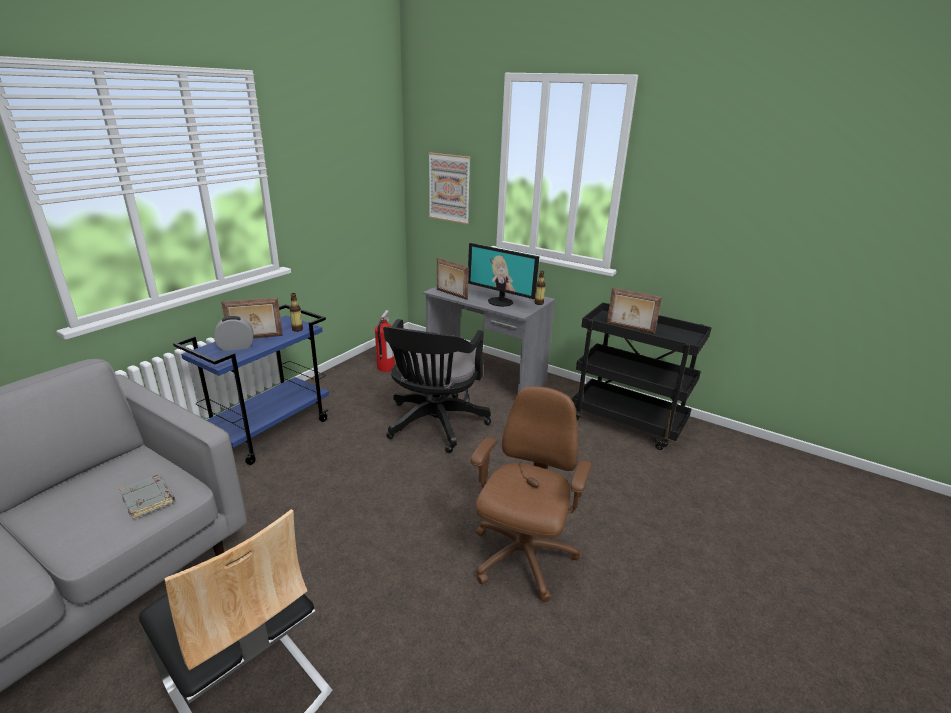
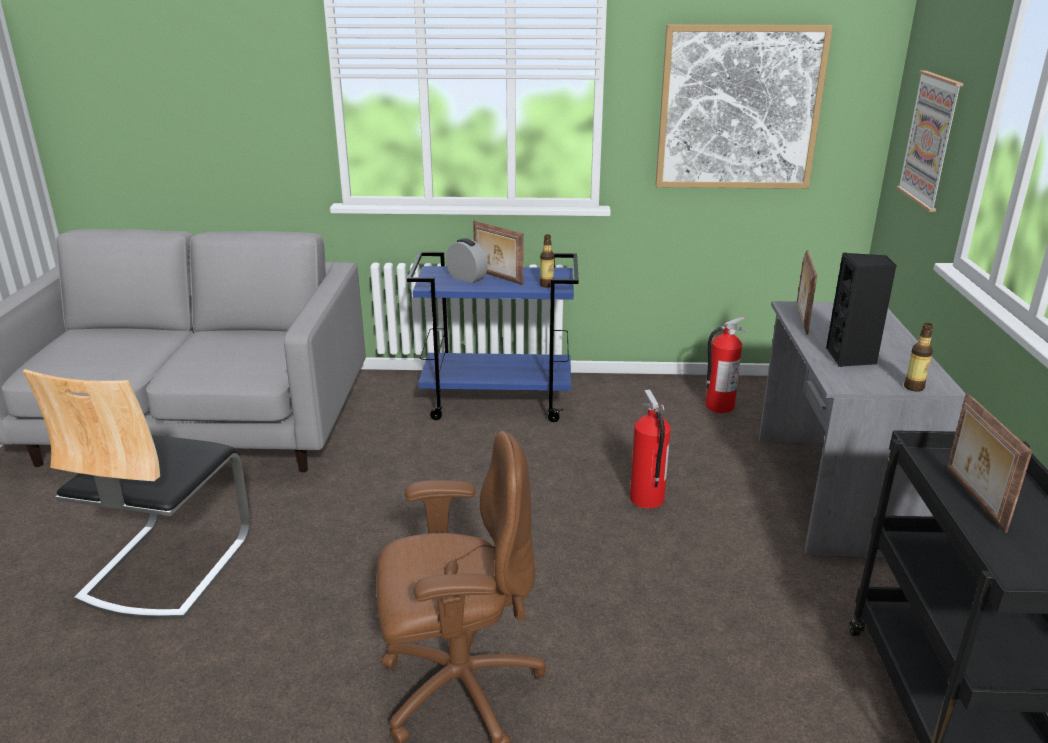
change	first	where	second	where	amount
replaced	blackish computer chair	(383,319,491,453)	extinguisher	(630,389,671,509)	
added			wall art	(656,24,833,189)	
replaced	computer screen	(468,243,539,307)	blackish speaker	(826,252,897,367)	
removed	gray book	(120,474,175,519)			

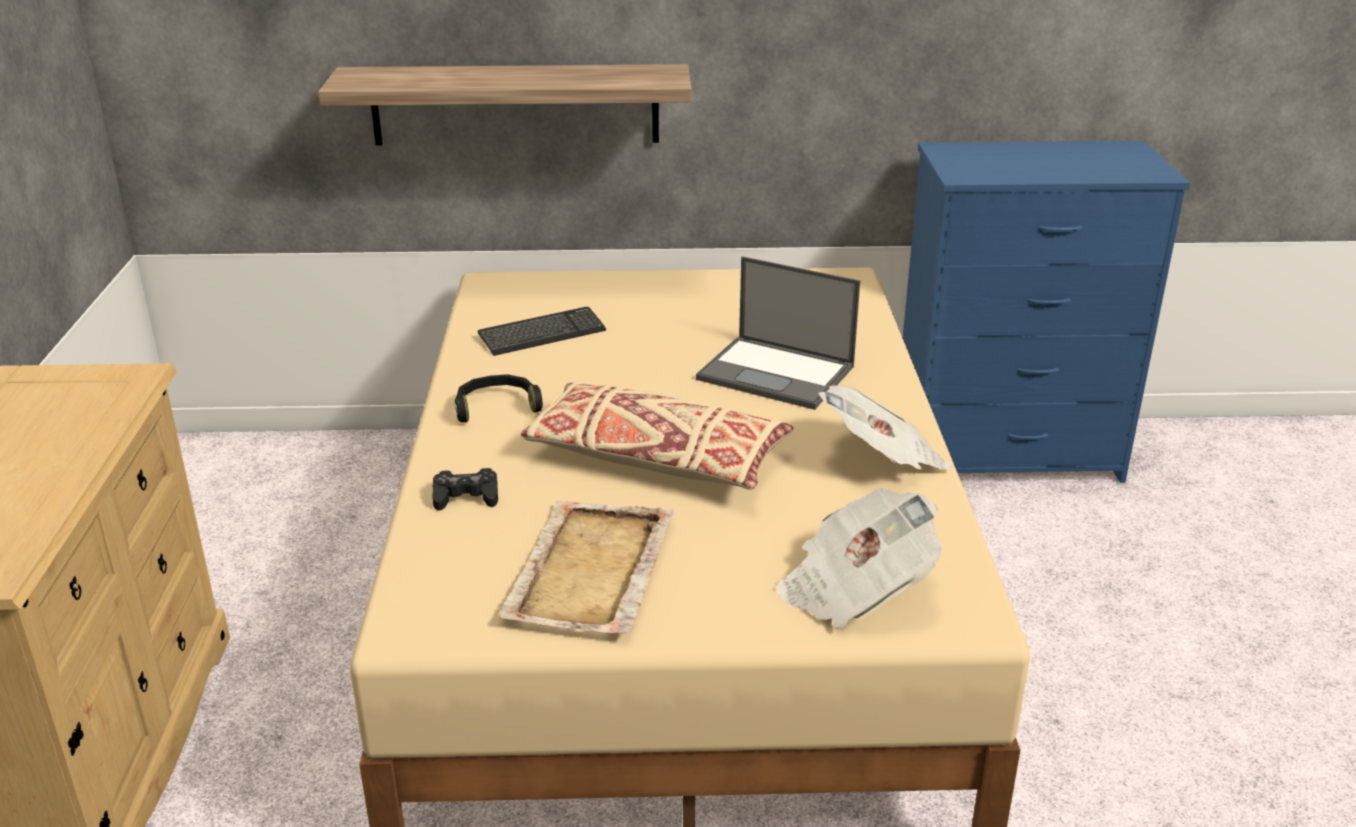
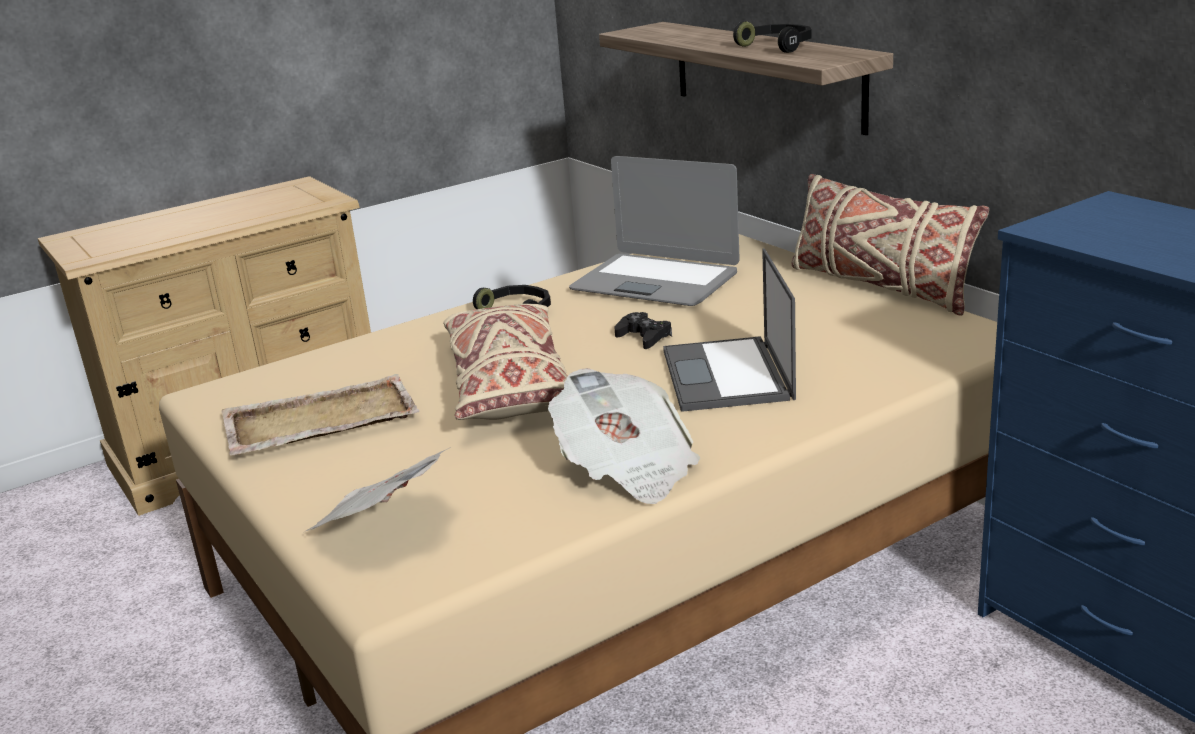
change	first	where	second	where	amount
replaced	PC keyboard	(478,307,606,356)	notebook computer	(569,156,740,306)	
moved	blackish gamepad	(432,468,498,510)		(614,312,672,349)	
added			blackish pair of headphones	(733,21,812,53)	
added			beige cushion	(792,174,989,316)	

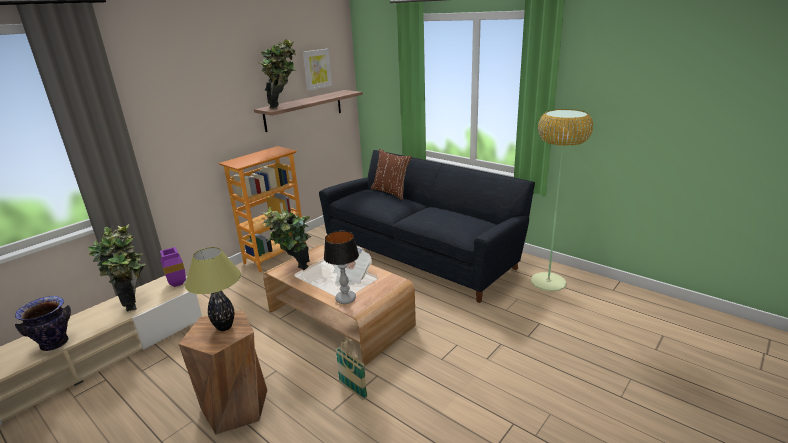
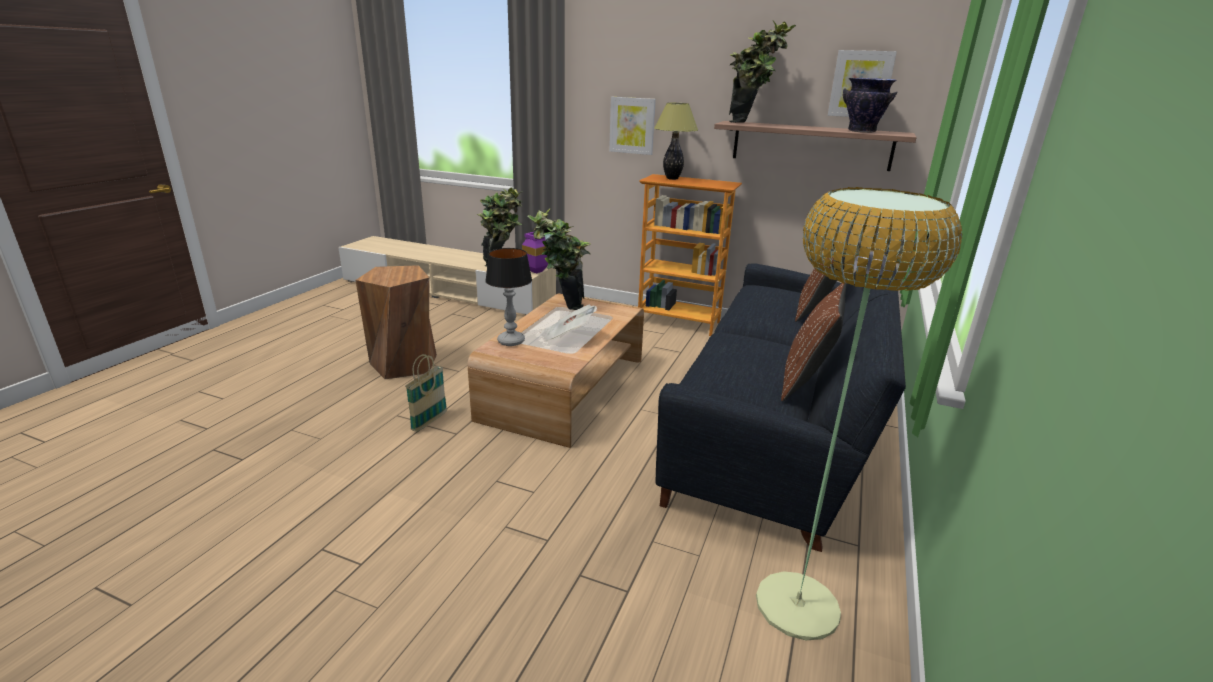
change	first	where	second	where	amount
added			wall art	(609,97,656,155)	
moved	table lamp	(185,247,241,331)		(654,103,698,180)	
added			brown cushion	(781,282,846,401)	
moved	decorative vase	(15,296,71,351)		(843,78,898,133)	

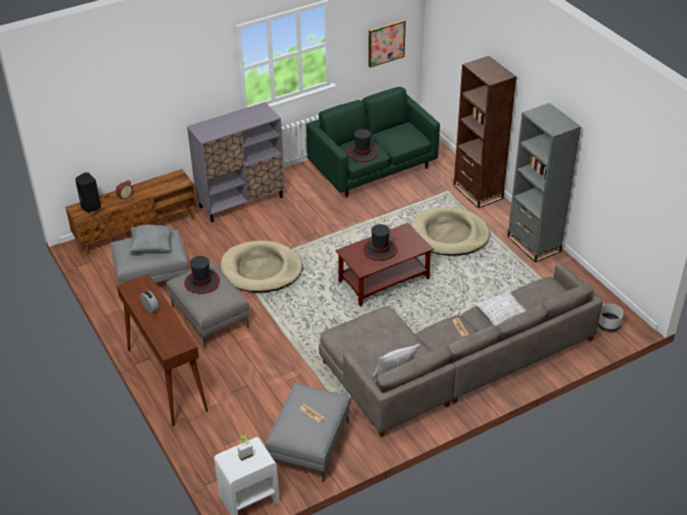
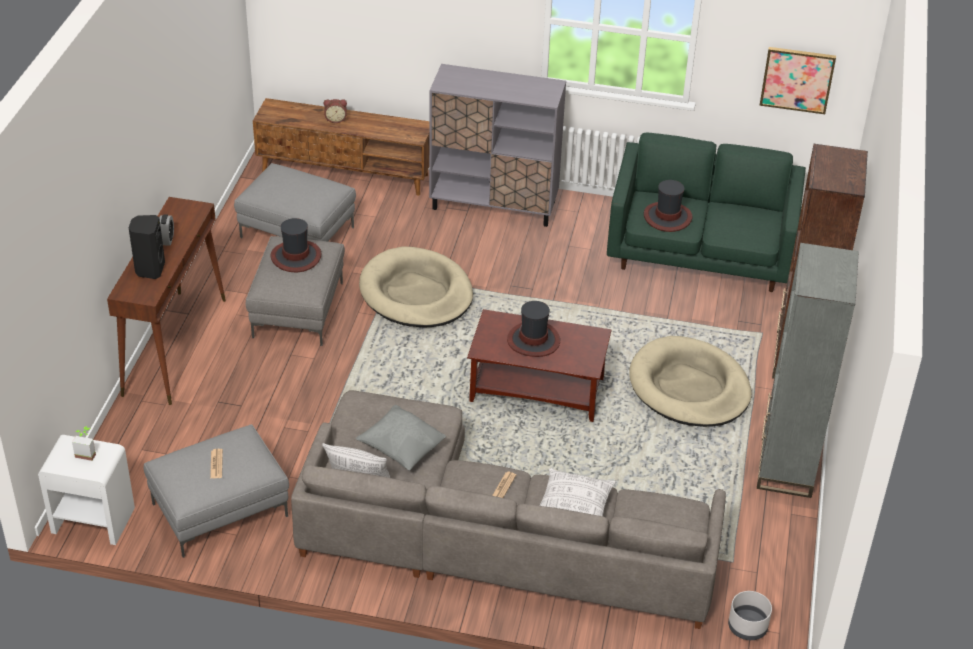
change	first	where	second	where	amount
moved	blackish speaker	(75,172,101,212)		(129,215,165,279)	
moved	gray cushion	(128,224,171,252)		(356,405,446,470)	

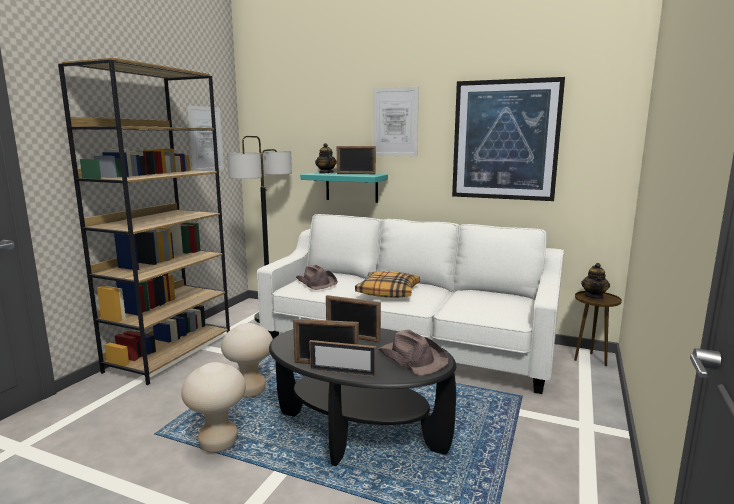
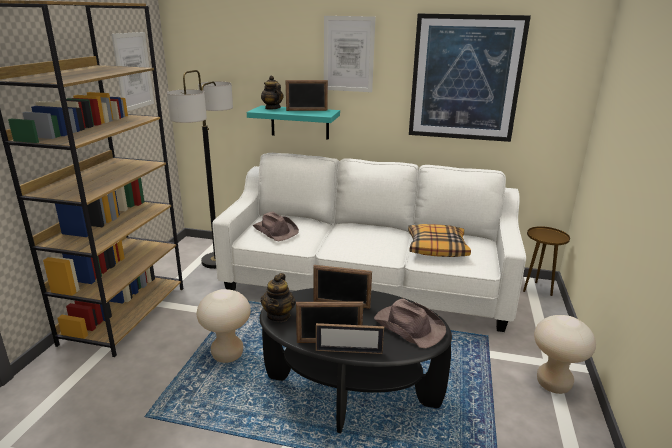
change	first	where	second	where	amount
moved	pot for tea	(581,263,610,299)		(261,273,296,322)	
moved	cushion	(355,271,420,298)		(408,224,471,257)	
moved	beige stool	(181,362,246,453)		(534,315,596,394)	

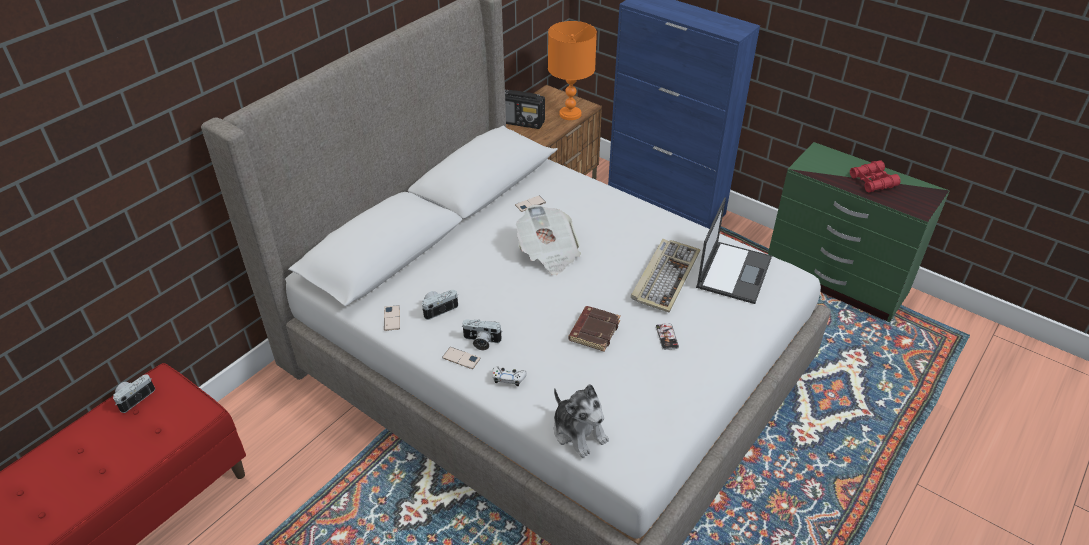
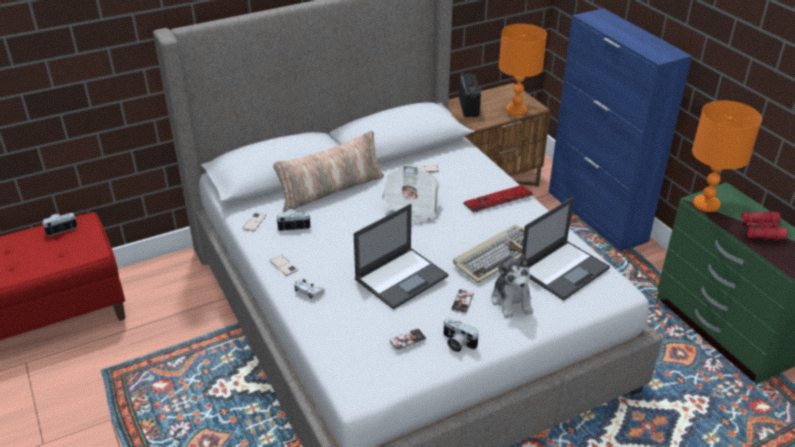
change	first	where	second	where	amount
added			cushion	(273,131,384,212)	
replaced	brown book	(569,306,621,352)	notebook computer	(354,204,448,310)	
added			phone	(389,329,426,351)	
moved	still camera	(463,319,502,350)		(443,317,479,352)	
turned	radio set	(505,89,545,129)		(459,73,481,117)	135 degrees counterclockwise
added			PC keyboard	(463,185,533,212)	
moved	plush toy	(554,384,609,458)		(491,254,533,318)	
added			orange-coloured table lamp	(692,101,762,212)	

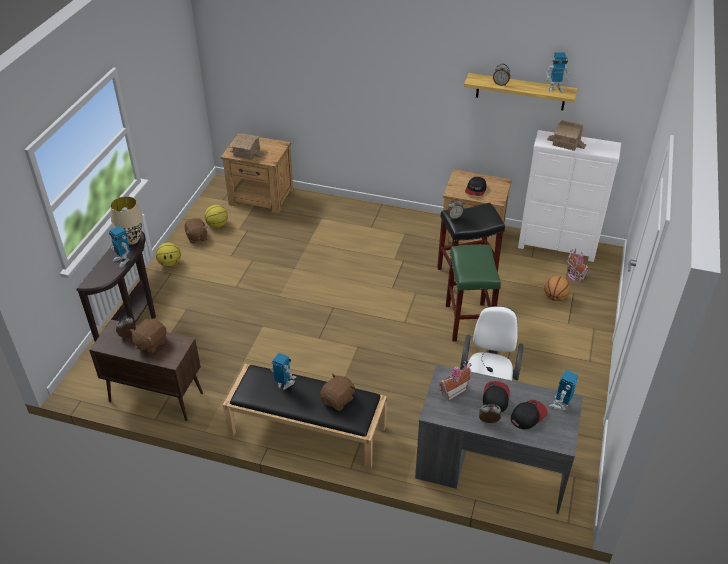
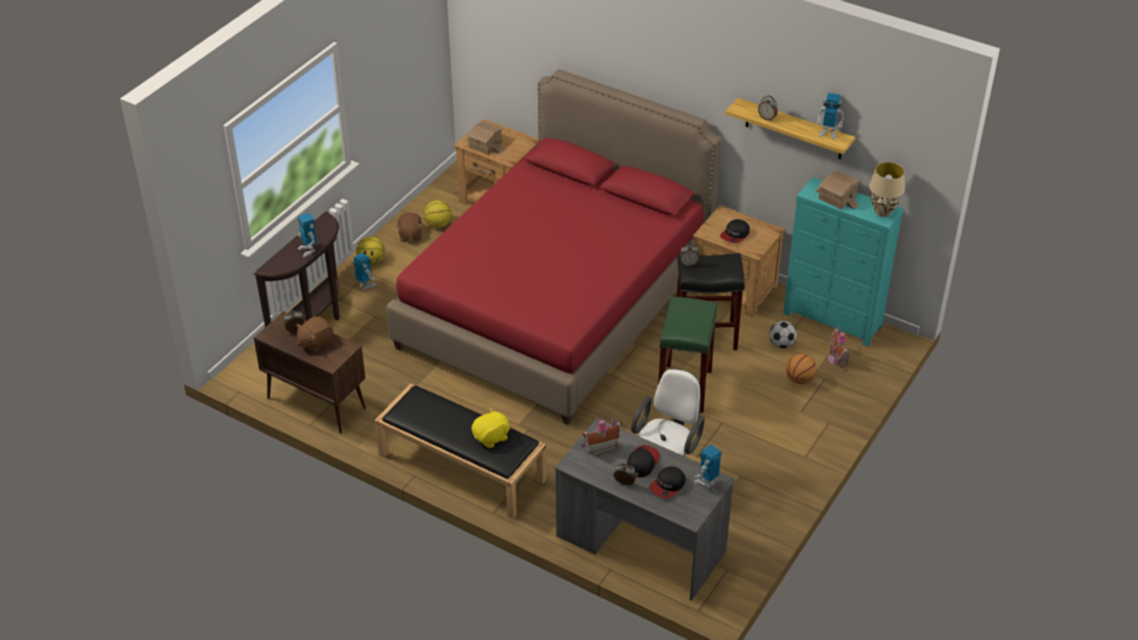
change	first	where	second	where	amount
moved	model robot	(271,353,296,390)		(353,252,377,290)	
added			red-coloured bedroom bed	(386,69,721,425)	
recoloured	brown plush toy	(320,374,355,411)	yellowish plush toy	(472,409,510,448)	
turned	peaked cap	(511,400,548,429)		(650,466,686,498)	150 degrees clockwise
added			football	(769,321,797,348)	
recoloured	whitish drawer chest	(518,130,621,262)	turquoise drawer chest	(783,177,903,347)	
moved	beige table lamp	(110,196,143,245)		(869,162,905,217)	

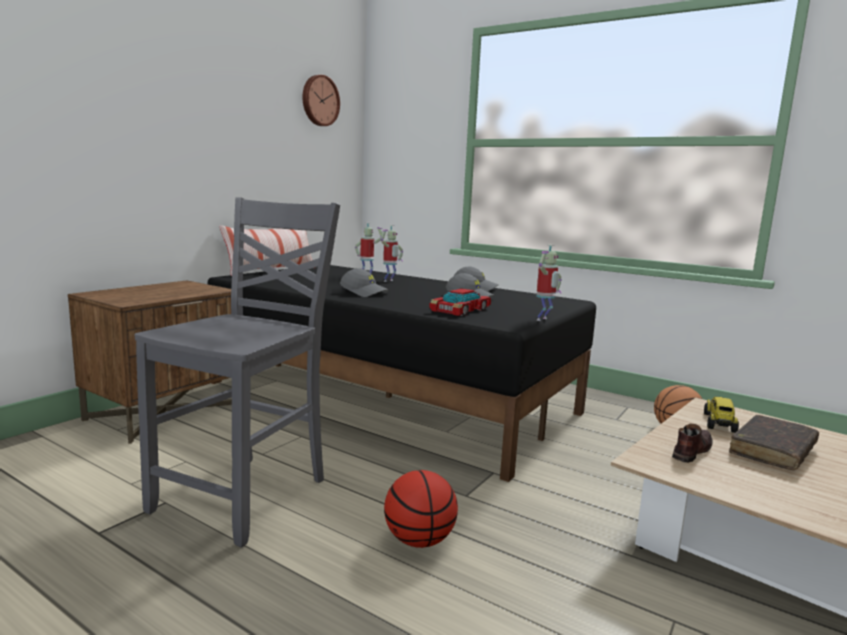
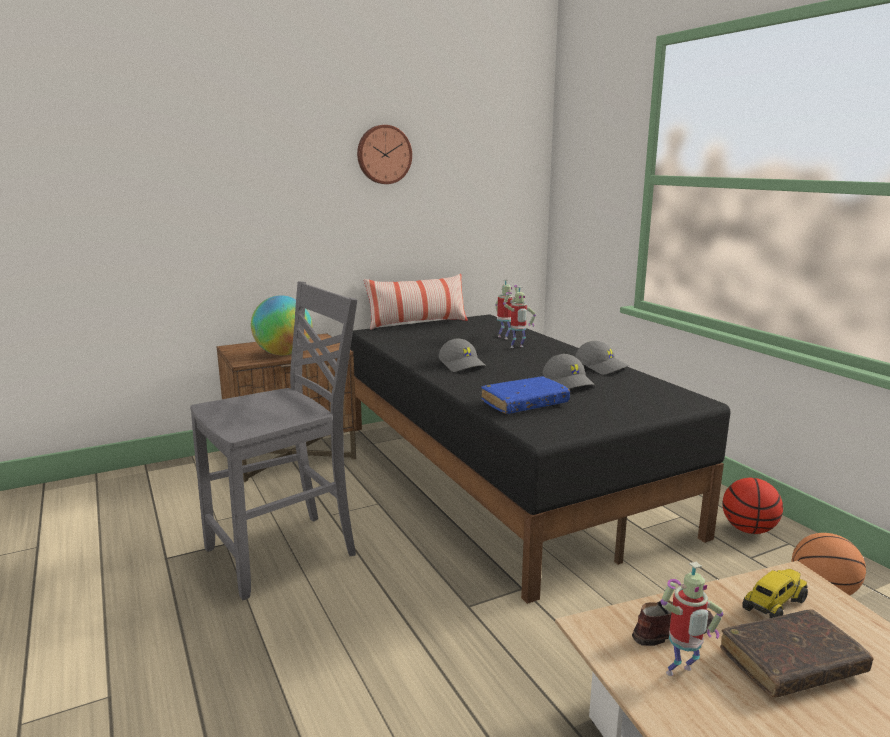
change	first	where	second	where	amount
added			desk globe	(251,295,312,355)	
moved	clock on the wall	(302,75,340,126)		(357,125,412,184)	
replaced	model car	(429,288,491,316)	bluish book	(481,376,570,414)	
moved	model robot	(536,245,562,321)		(660,562,723,676)	
moved	basketball	(384,470,458,548)		(722,478,783,534)	

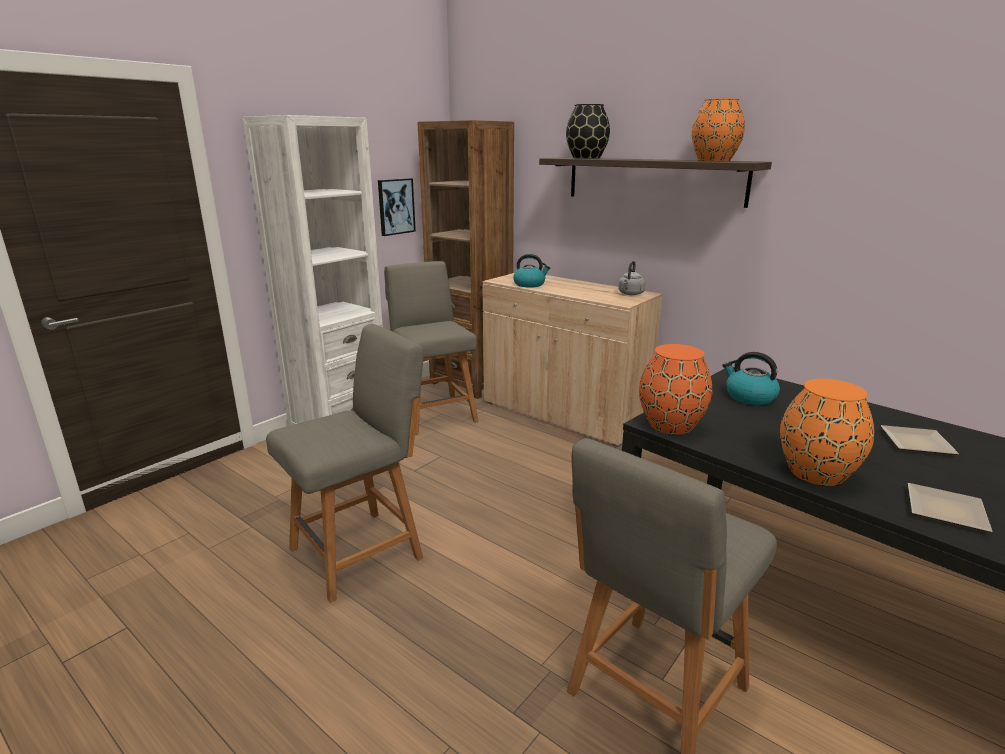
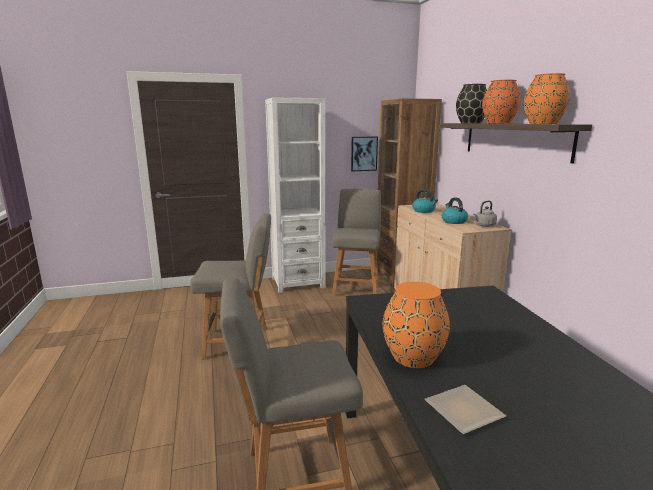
change	first	where	second	where	amount
moved	kettle	(722,352,780,405)		(442,198,468,224)	
moved	orange-coloured decorative vase	(639,344,712,435)		(482,80,521,124)	
removed	plate	(881,425,959,455)			

